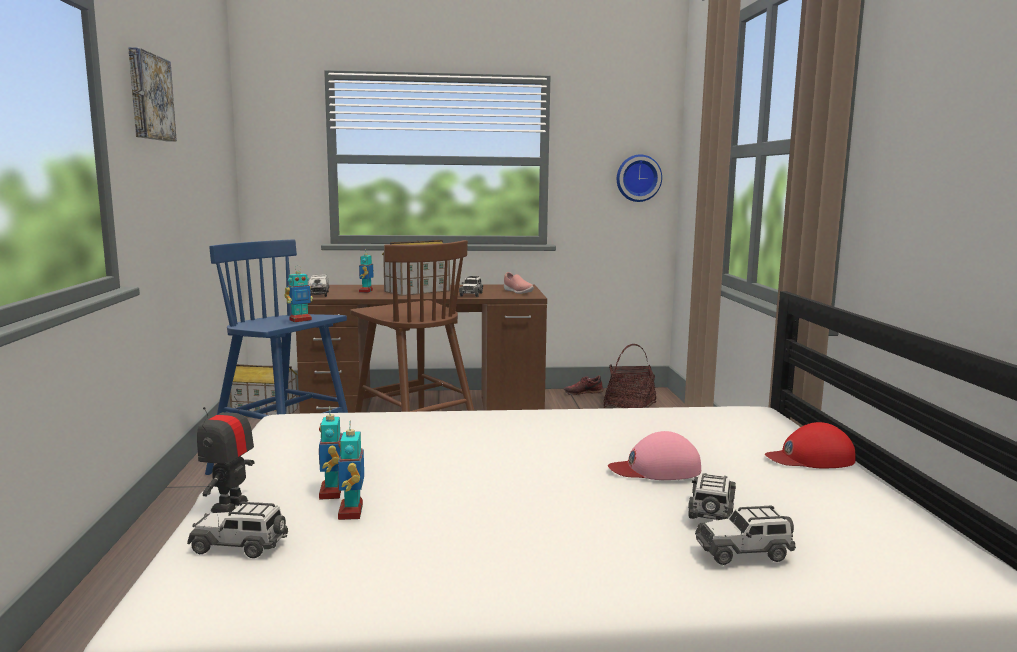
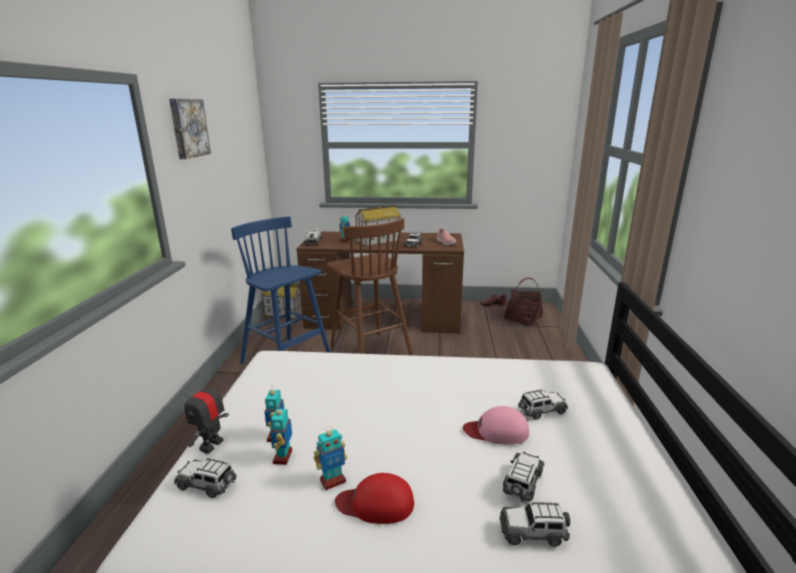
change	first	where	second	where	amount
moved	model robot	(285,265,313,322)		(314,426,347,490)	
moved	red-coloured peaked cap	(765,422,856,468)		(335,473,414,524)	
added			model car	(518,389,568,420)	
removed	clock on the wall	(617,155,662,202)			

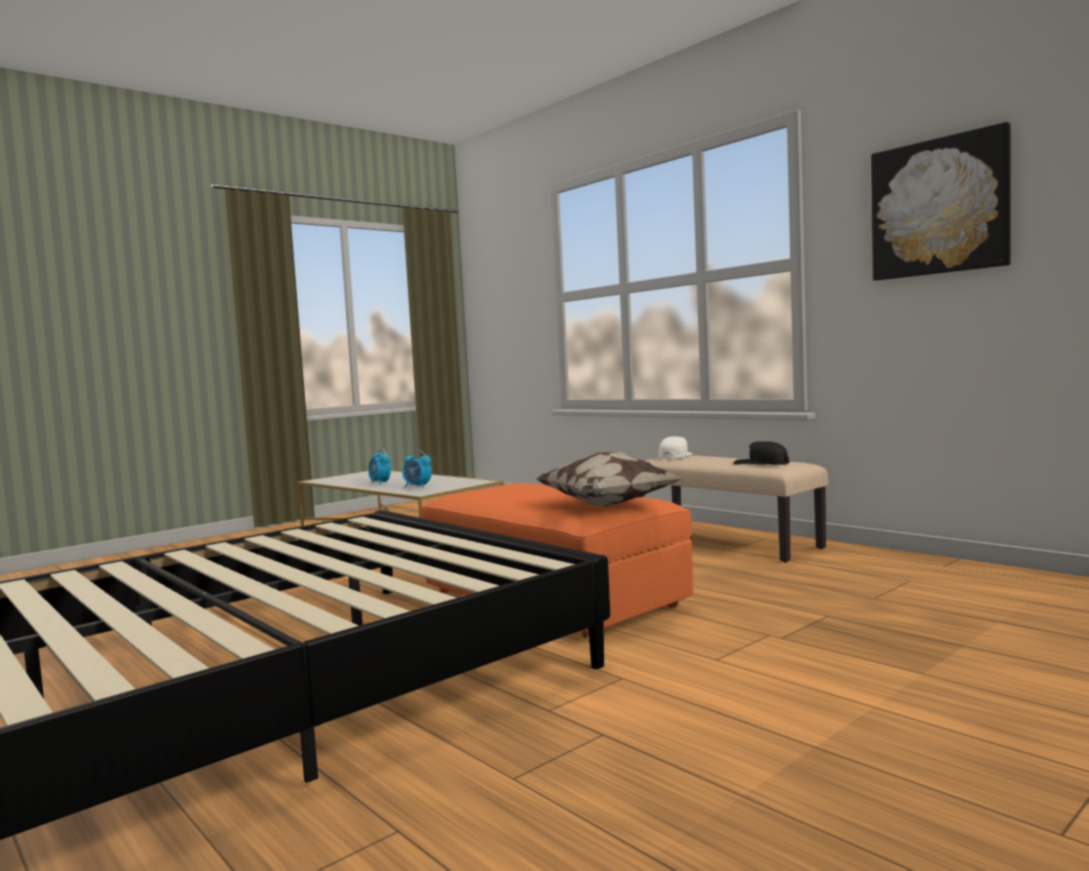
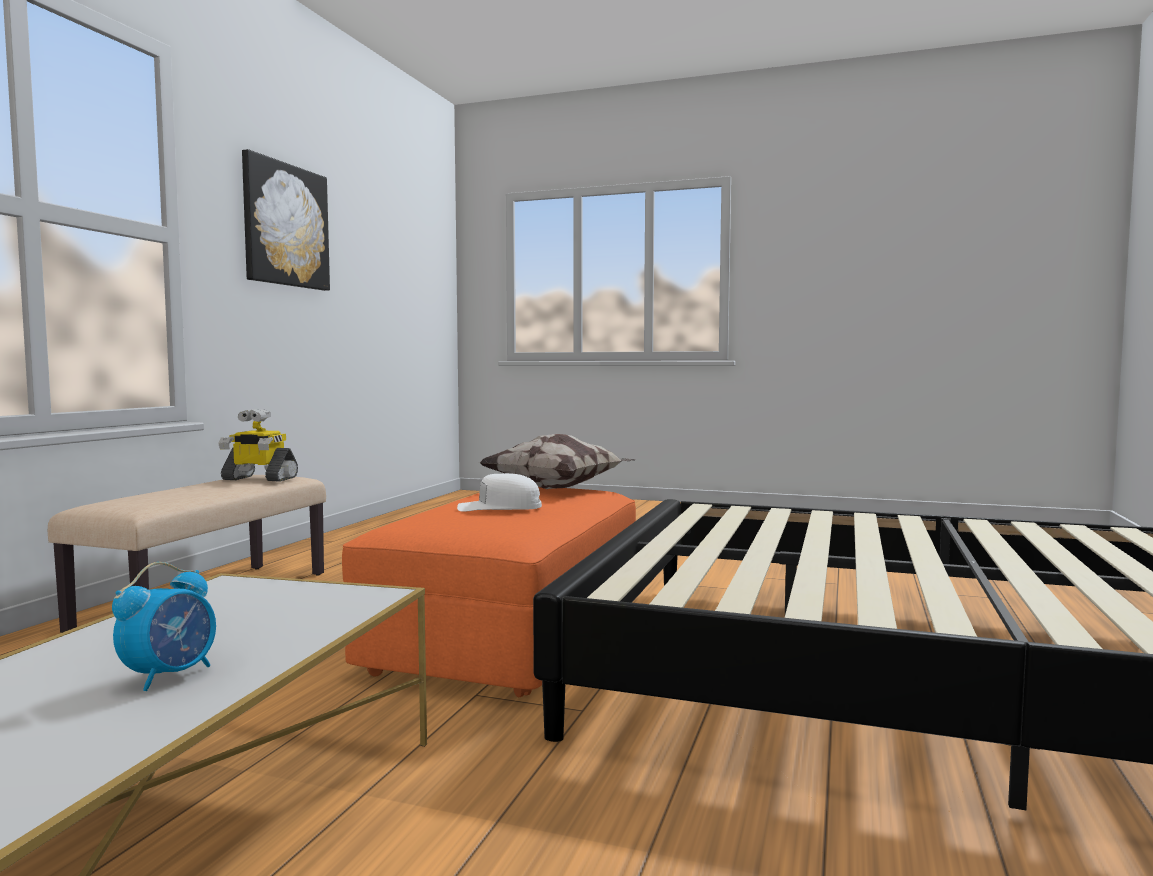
change	first	where	second	where	amount
replaced	blackish peaked cap	(733,441,790,465)	model robot	(218,409,298,482)	
moved	whitish peaked cap	(658,436,693,459)		(457,473,542,512)	
removed	table clock	(402,450,432,488)			

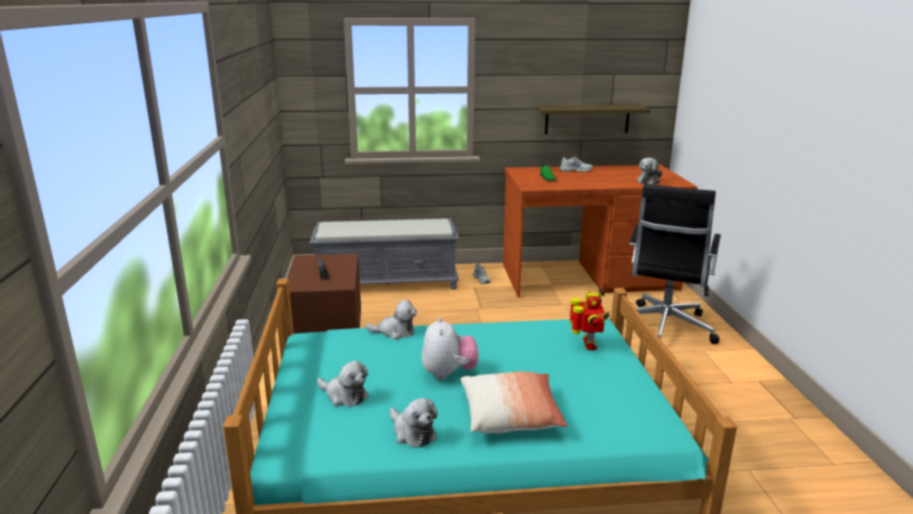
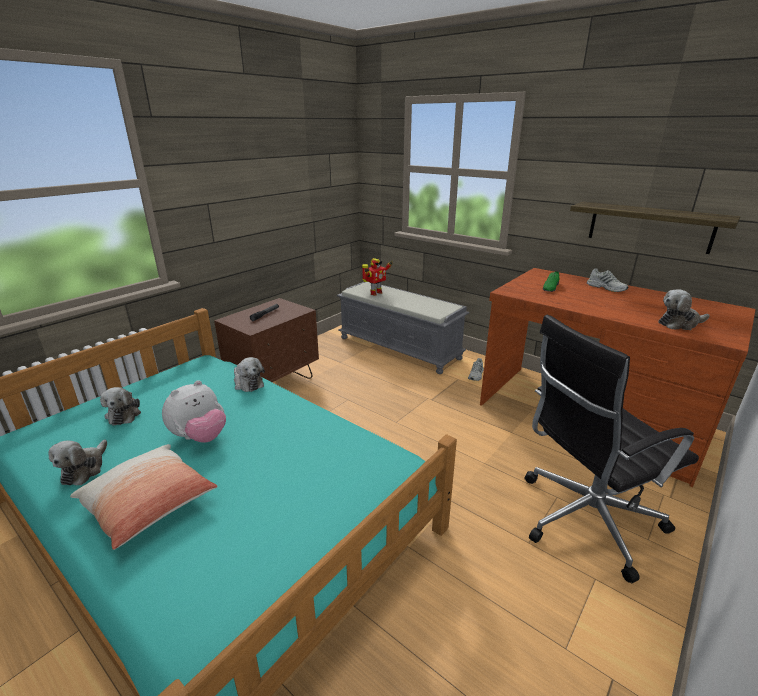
change	first	where	second	where	amount
moved	model robot	(569,288,610,350)		(362,258,393,296)	

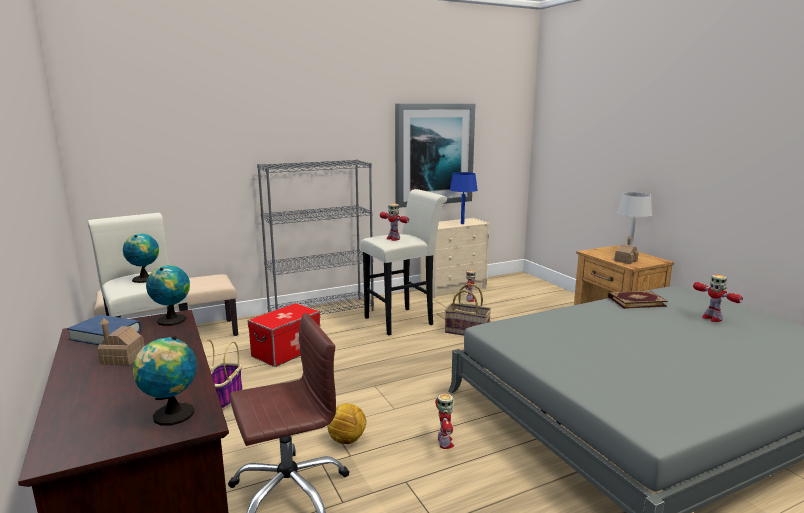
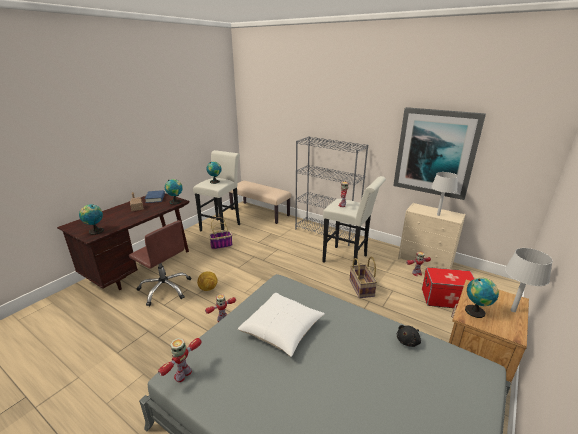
change	first	where	second	where	amount
moved	model robot	(693,275,743,322)		(158,338,202,382)	
added			whitish cushion	(238,293,325,357)	
replaced	book	(608,291,668,309)	blackish plush toy	(397,325,421,347)	
moved	storage bin	(247,303,320,367)		(422,267,475,308)	
recoloured	bluish table lamp	(450,172,478,224)	gray table lamp	(431,172,458,216)	
replaced	miniature house	(614,236,639,264)	desk globe	(465,278,499,318)	

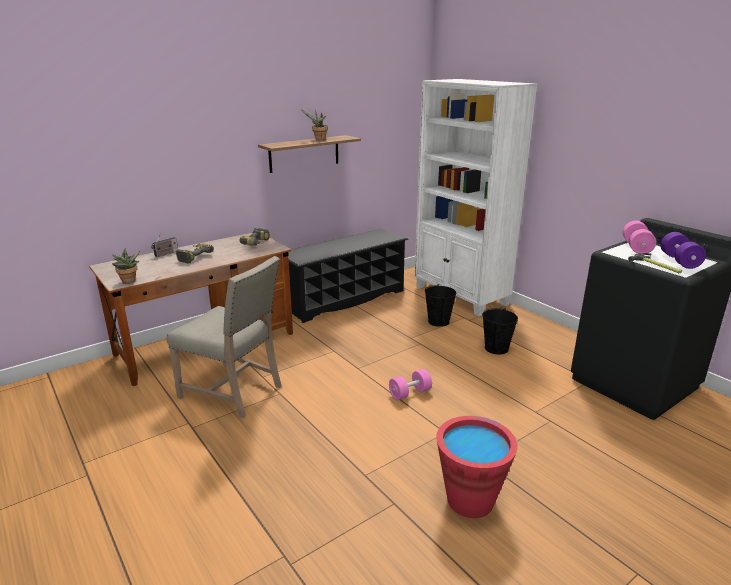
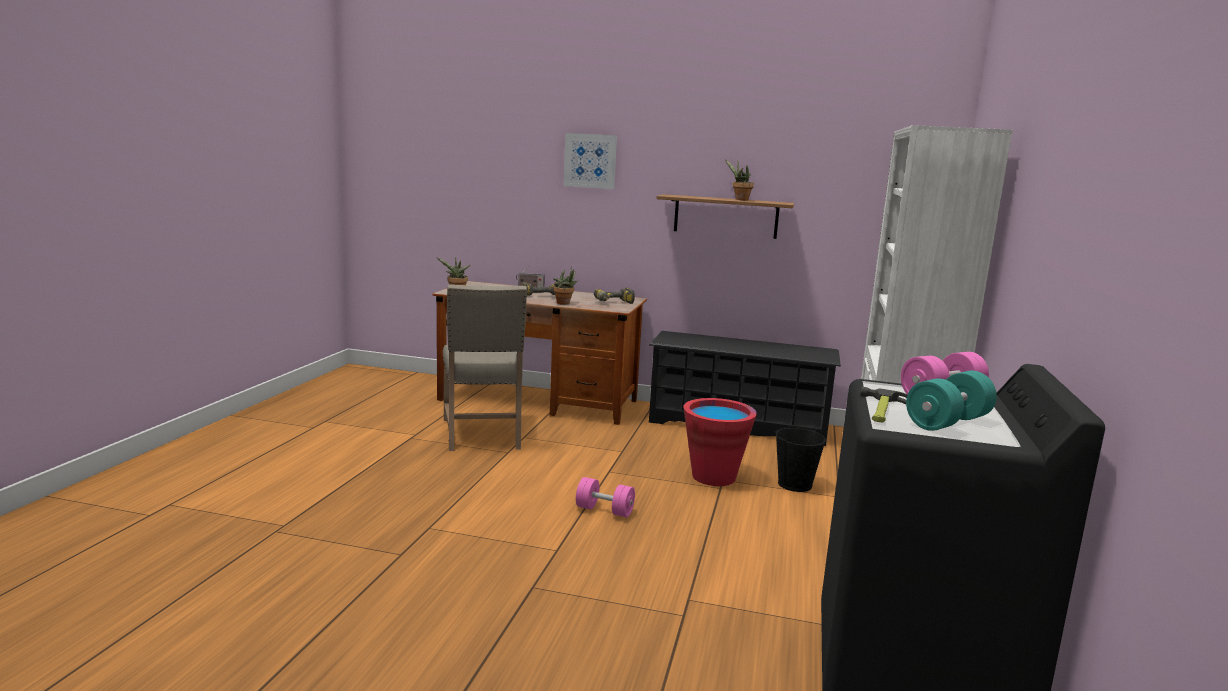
change	first	where	second	where	amount
added			houseplant	(553,266,579,305)	
added			wall art	(564,133,617,189)	
moved	red-coloured water bucket	(436,416,518,518)		(684,398,757,486)	
recoloured	purple hand weight	(660,232,706,269)	turquoise hand weight	(906,371,997,431)	
removed	blackish water bucket	(482,308,518,354)			

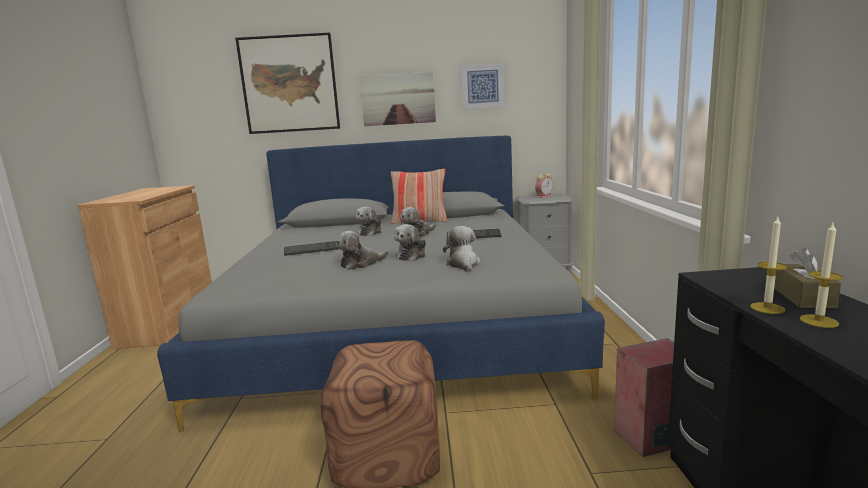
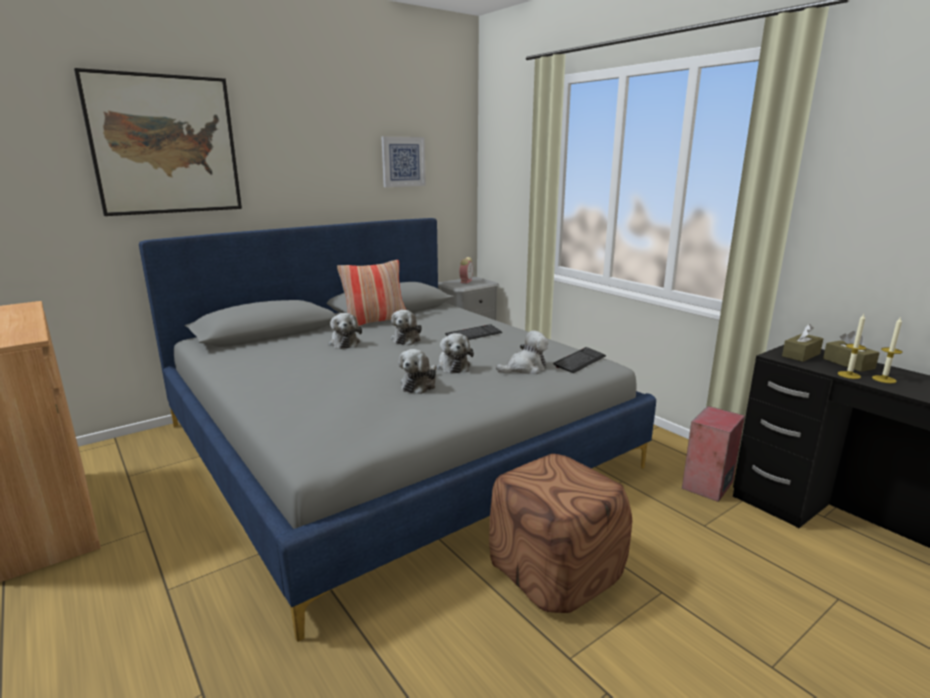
change	first	where	second	where	amount
turned	plush toy	(443,226,481,272)		(496,330,549,374)	105 degrees clockwise
moved	PC keyboard	(284,241,339,256)		(553,347,606,373)	
added			brown tissue holder	(782,324,823,362)	
removed	wall art	(360,72,436,126)			

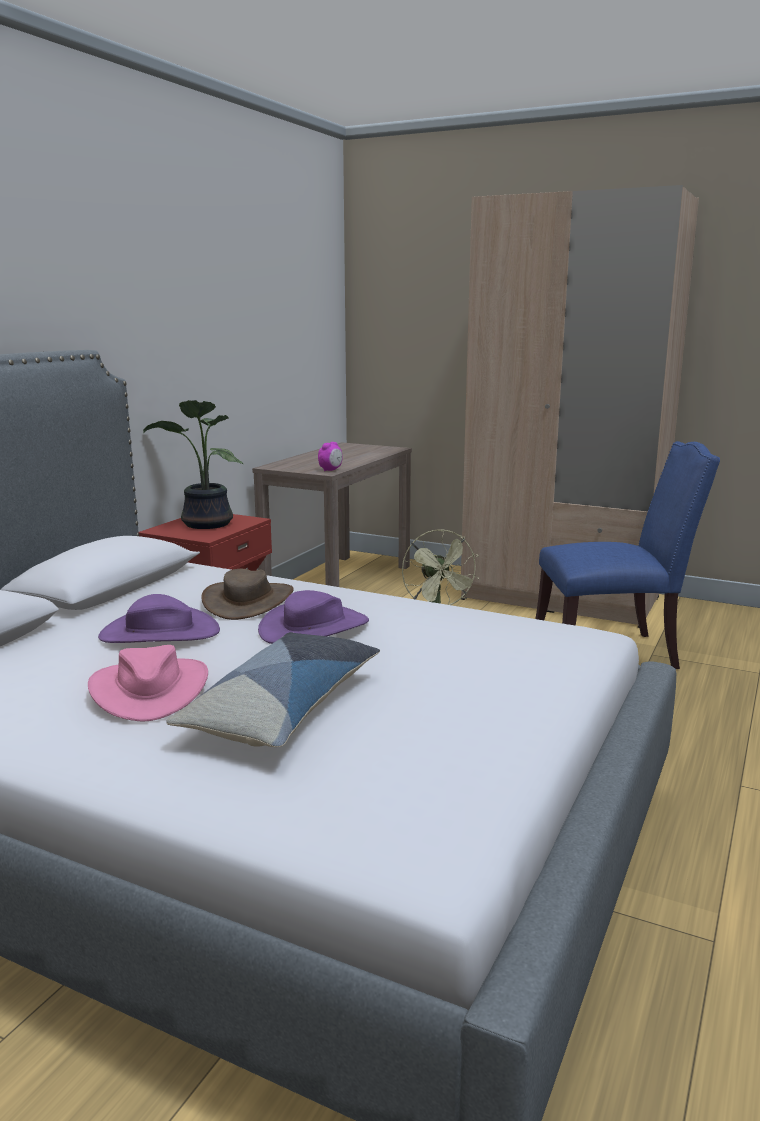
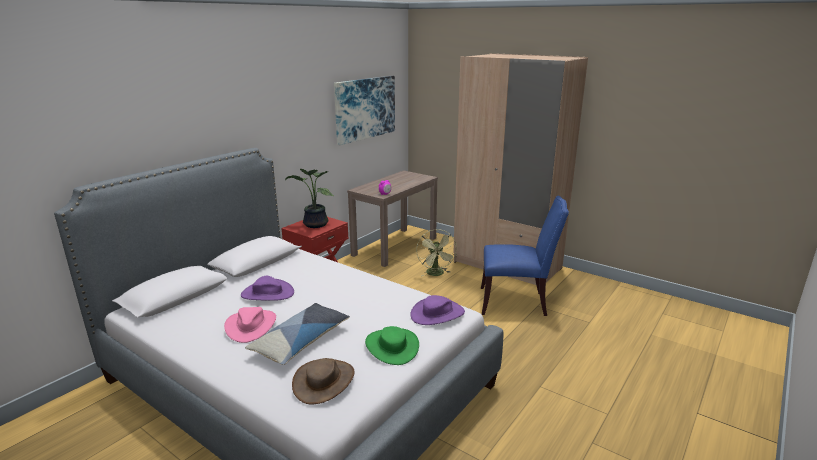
change	first	where	second	where	amount
moved	brown clothing hat	(201,569,293,620)		(292,358,354,405)	
added			wall art	(334,76,395,145)	
added			green clothing hat	(365,326,419,365)	
moved	purple clothing hat	(258,590,369,644)		(411,295,465,325)	

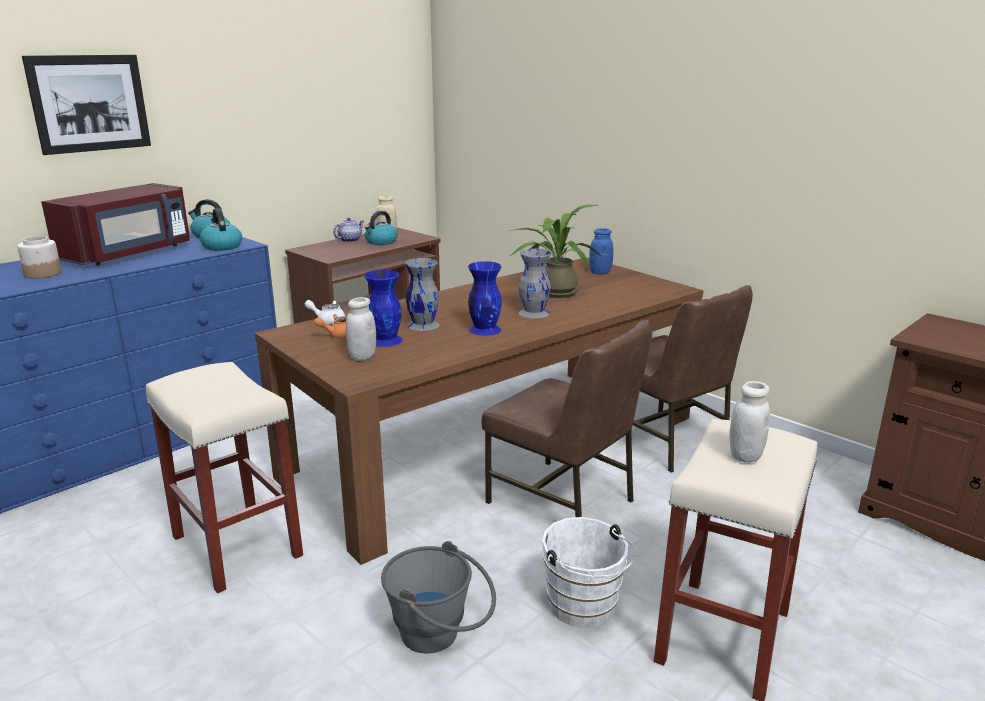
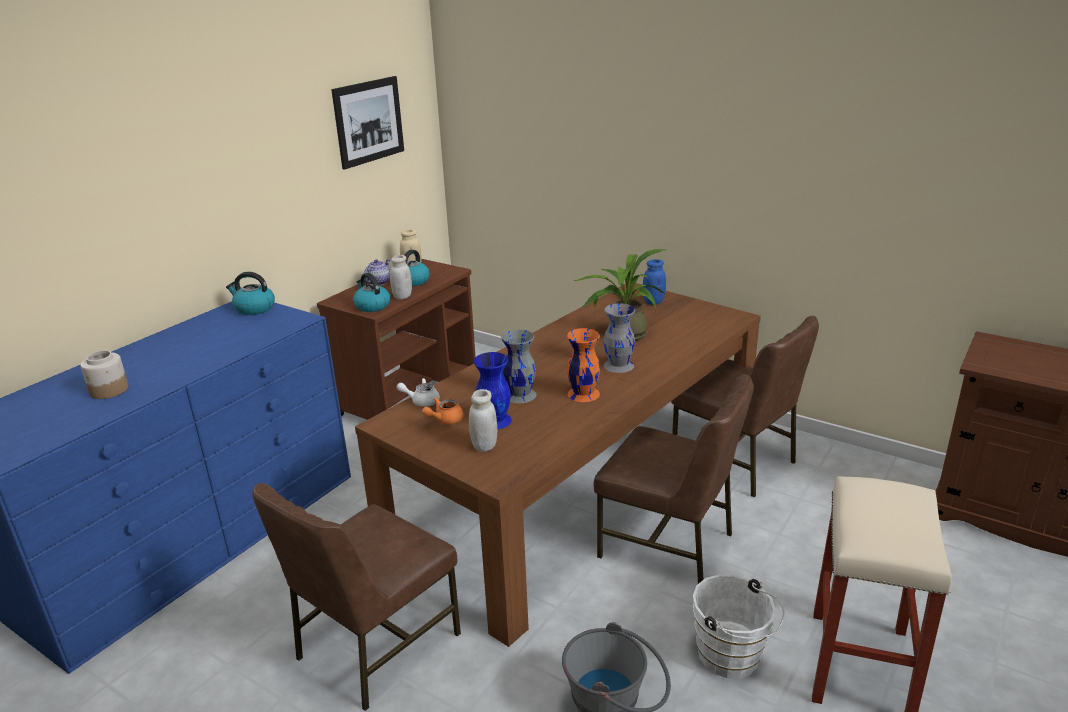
change	first	where	second	where	amount
replaced	beige stool	(146,362,303,593)	brown plain chair	(252,483,461,711)	
moved	wall art	(22,55,151,155)		(331,76,404,170)	
moved	kettle	(200,208,242,251)		(353,273,390,312)	
moved	whitish preserve jar	(729,381,770,463)		(390,255,412,299)	
recoloured	bluish decorative vase	(468,261,502,336)	orange-coloured decorative vase	(567,328,600,402)	
removed	red-coloured microwave oven	(41,183,190,265)			

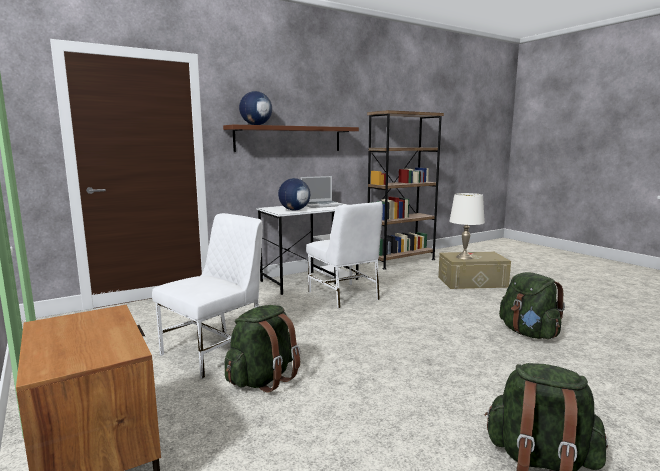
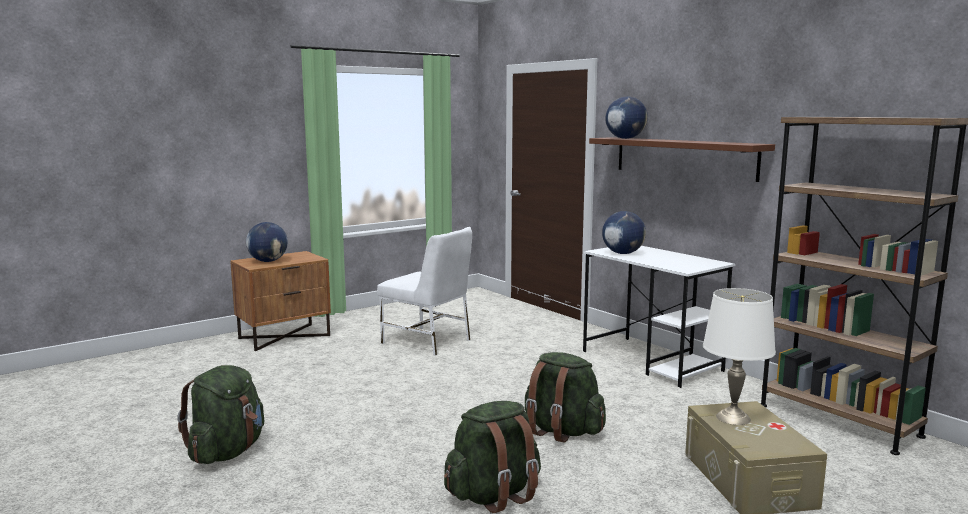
change	first	where	second	where	amount
added			desk globe	(246,222,288,262)	
moved	green knapsack	(225,305,300,393)		(525,352,606,443)	
removed	notebook computer	(301,176,343,208)			
removed	whitish plain chair	(306,201,383,309)			

